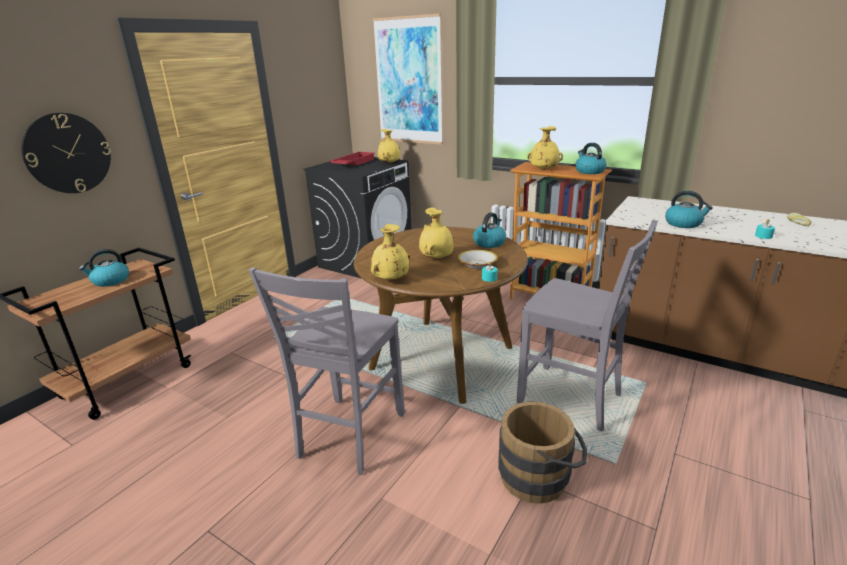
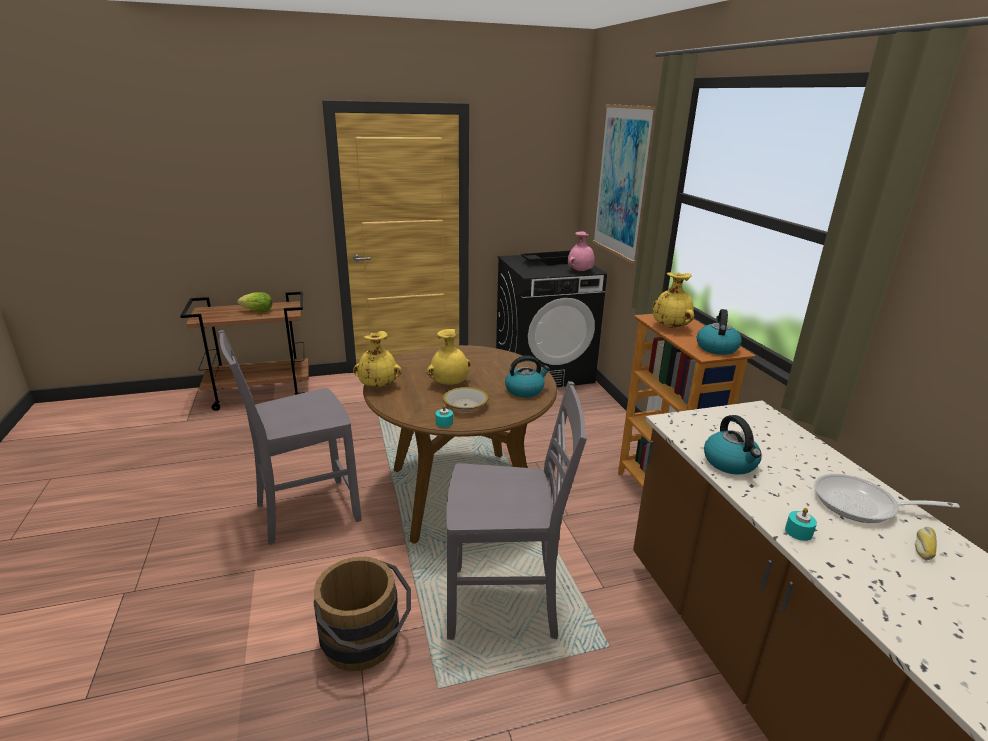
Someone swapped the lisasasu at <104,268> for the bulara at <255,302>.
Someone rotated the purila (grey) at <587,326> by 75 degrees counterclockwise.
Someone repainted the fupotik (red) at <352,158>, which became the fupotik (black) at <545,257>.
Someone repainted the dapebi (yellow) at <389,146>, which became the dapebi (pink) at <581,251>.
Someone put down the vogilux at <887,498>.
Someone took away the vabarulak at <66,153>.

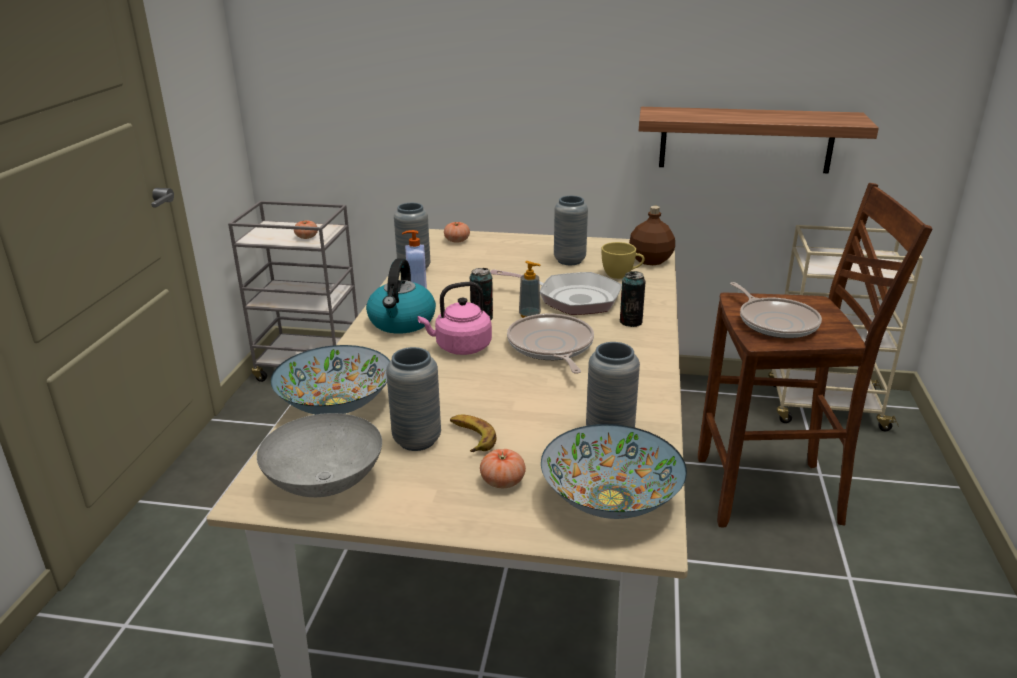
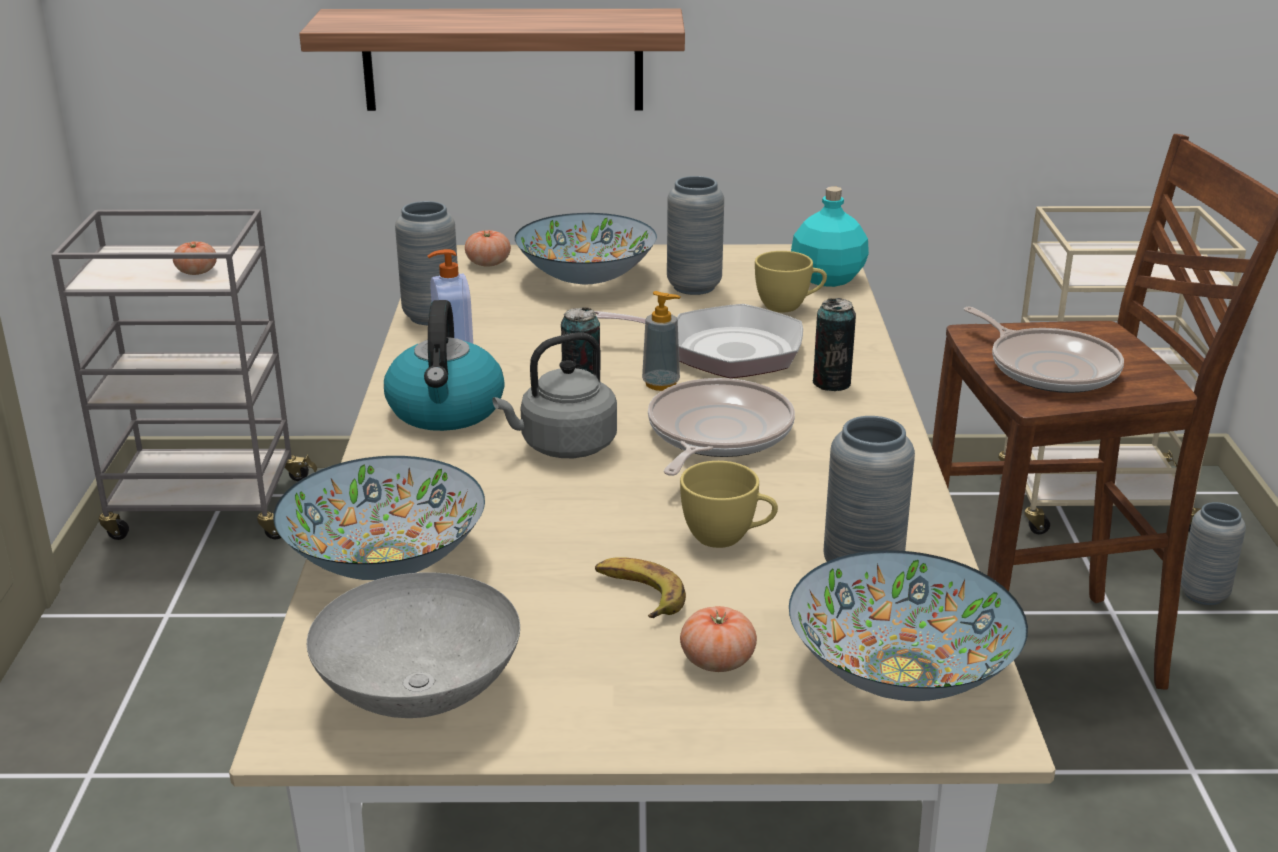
Someone carried the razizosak from <759,140> to <492,60>.
Someone repainted the lisasasu (pink) at <455,318>, which became the lisasasu (grey) at <554,395>.
Someone put down the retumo at <586,248>.
Someone rotated the vogilux at <550,343> by 45 degrees clockwise.
Someone put down the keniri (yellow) at <729,504>.
Someone repainted the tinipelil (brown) at <652,235>, which became the tinipelil (turquoise) at <830,236>.
Someone carried the dapebi (grey) from <413,399> to <1213,553>.

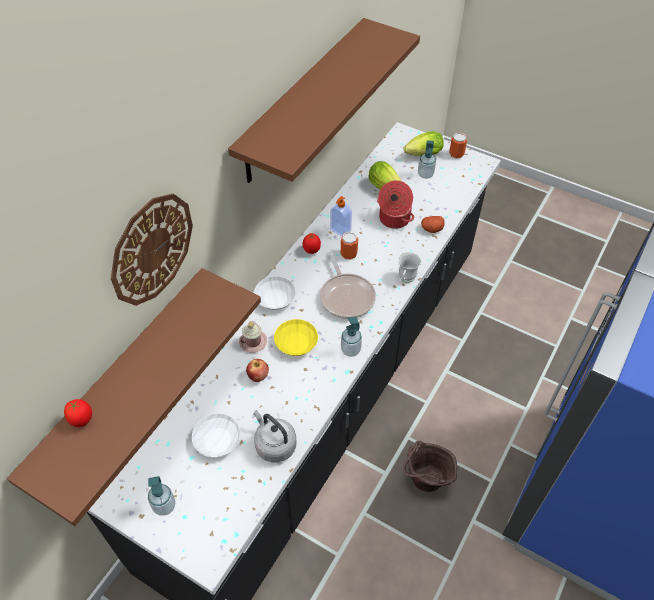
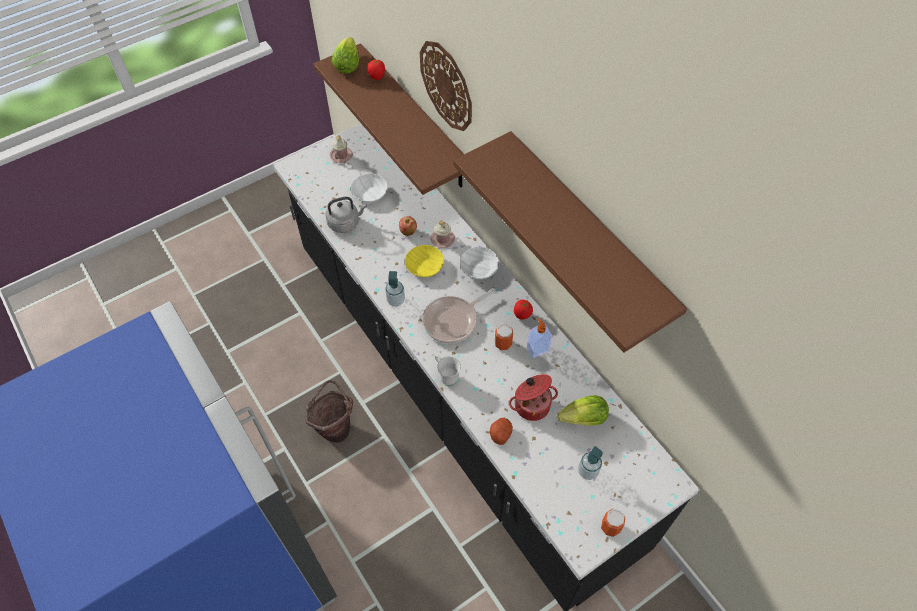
Someone swapped the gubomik at <162,496> for the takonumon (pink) at <341,149>.
Someone carried the bulara from <424,143> to <345,55>.
Someone rotated the vogilux at <348,285> by 45 degrees counterclockwise.

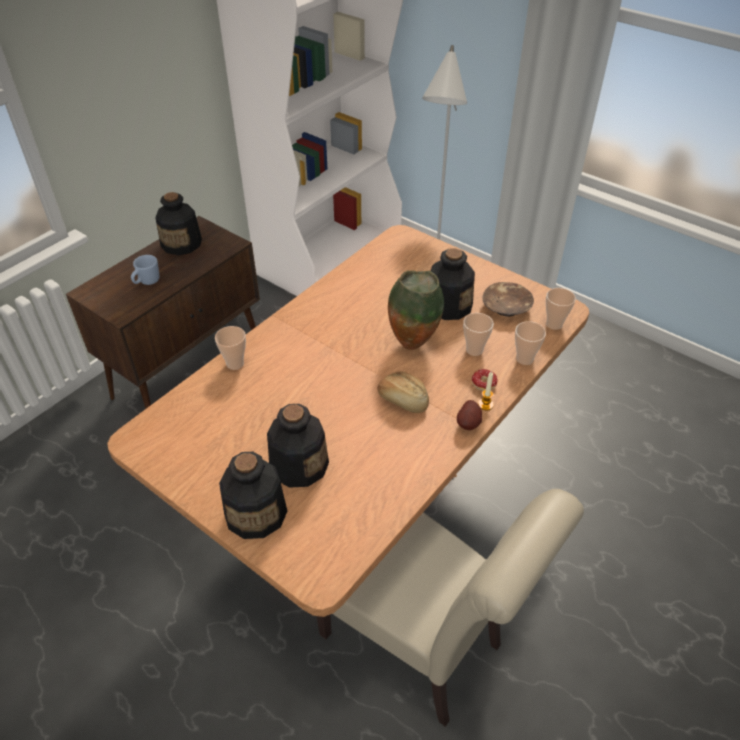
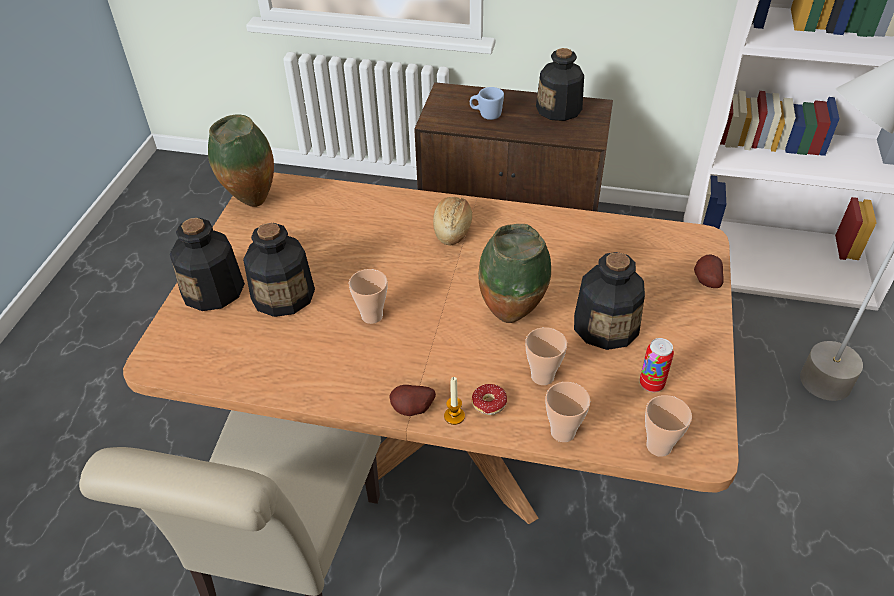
Someone put down the dapebi at <241,160>.
Someone carried the keniri from <230,348> to <368,296>.
Someone carried the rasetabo from <403,392> to <452,221>.
Someone swapped the retumo (brown) at <508,299> for the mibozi at <657,365>.
Someone put down the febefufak at <709,271>.

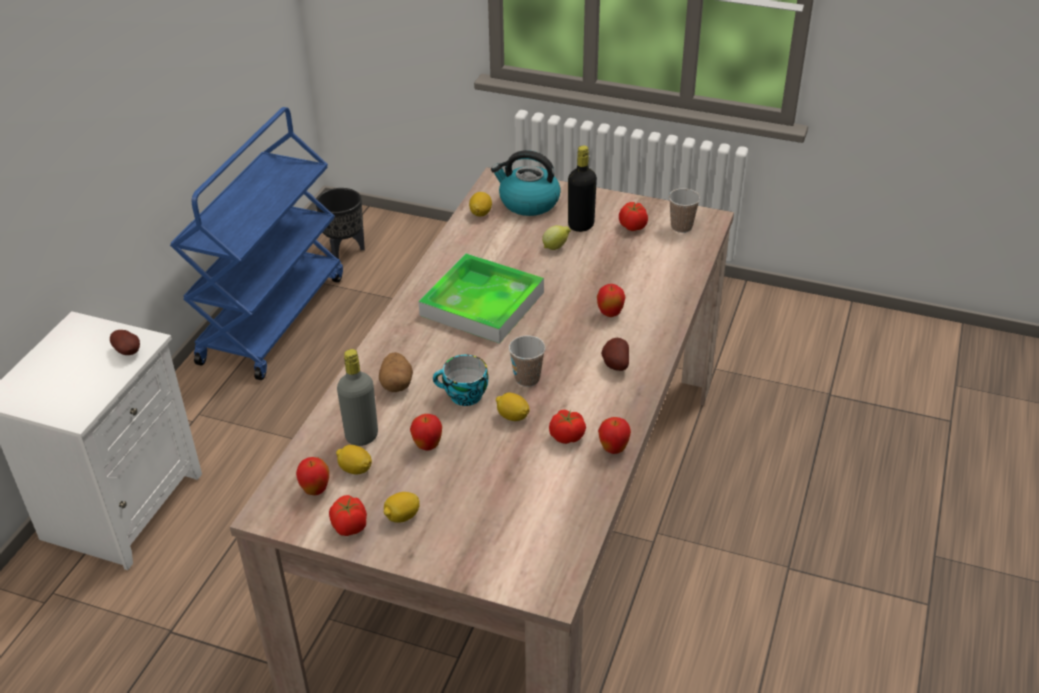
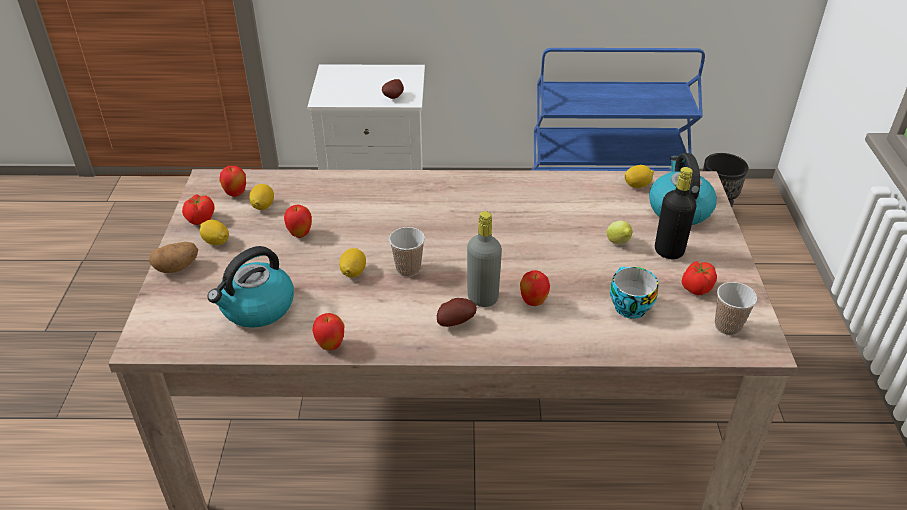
Someone carried the febefufak from <396,372> to <173,257>.
Someone put down the lisasasu at <250,287>.
Someone carried the tinipelil (grey) from <357,397> to <484,259>.
Someone carried the keniri from <460,380> to <634,293>.
Someone took away the fupotik at <481,298>.
Someone took away the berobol at <567,426>.

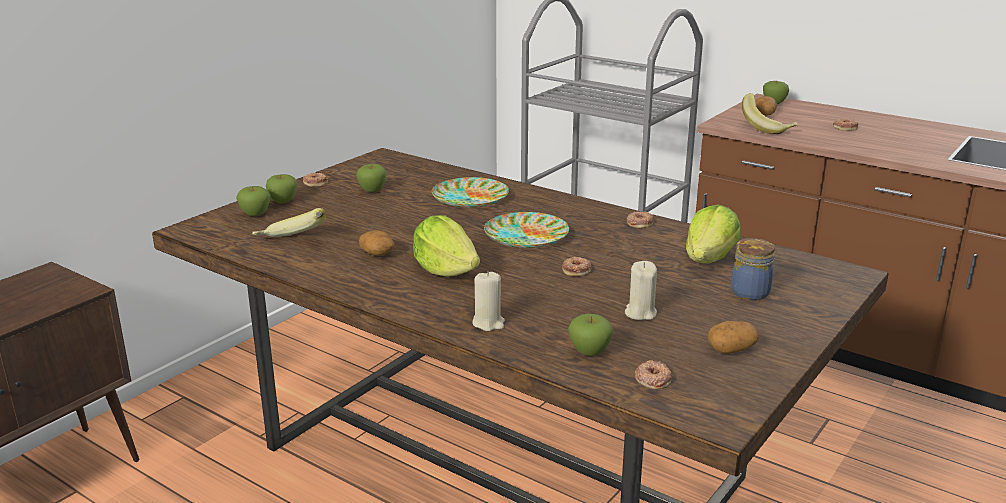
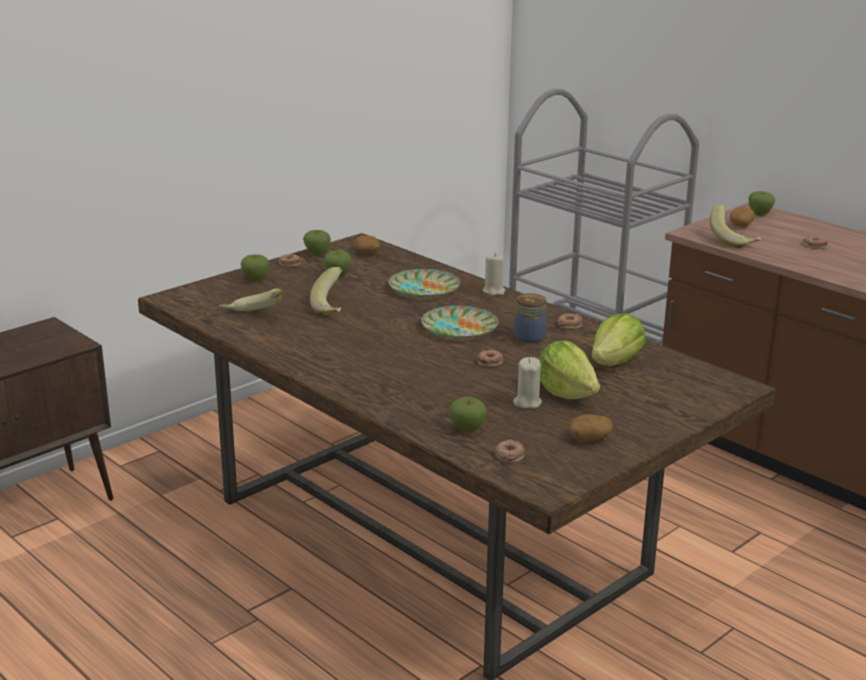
Someone carried the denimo from <253,201> to <317,242>.
Someone put down the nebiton at <326,291>.
Someone carried the febefufak from <376,243> to <367,244>.
Someone carried the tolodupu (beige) from <488,301> to <494,274>.
Someone carried the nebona from <753,269> to <530,318>.
Someone carried the bulara from <446,246> to <569,369>.

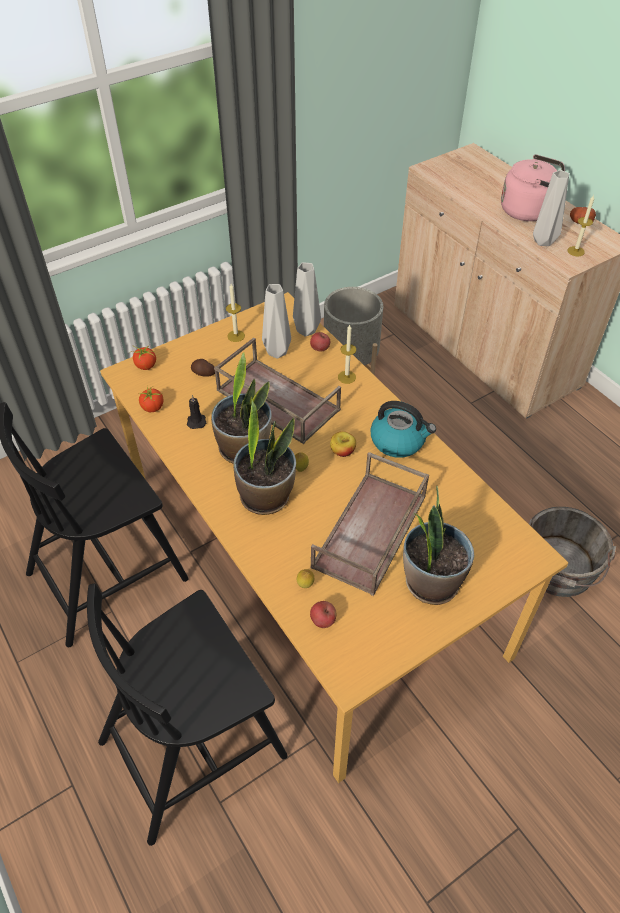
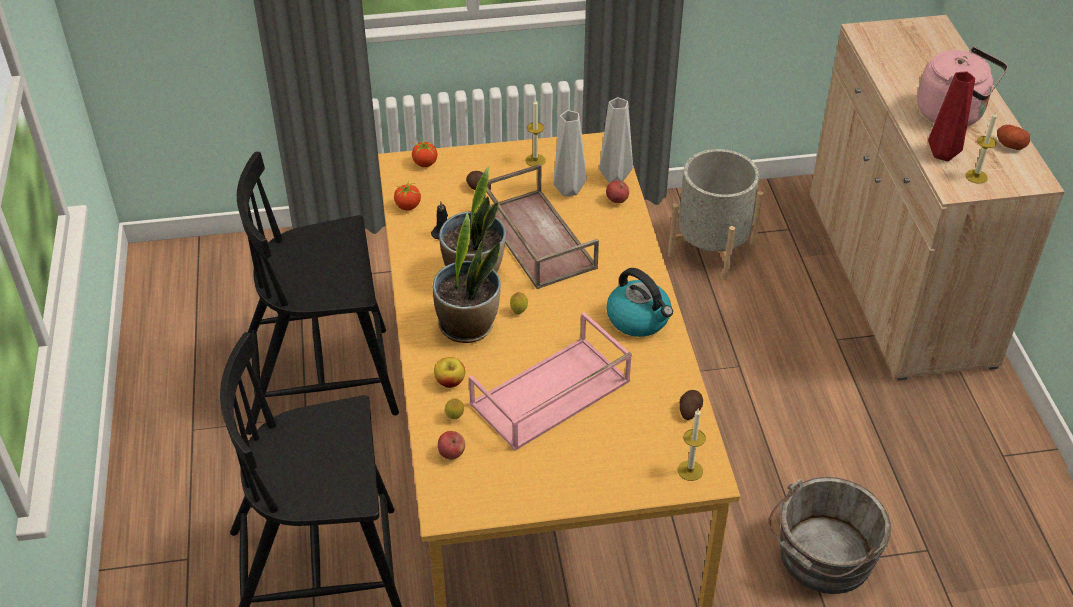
Someone carried the denimo from <343,444> to <449,372>.
Someone repainted the fupotik (brown) at <370,524>, which became the fupotik (pink) at <550,381>.
Someone carried the tolodupu from <347,354> to <692,444>.
Someone put down the febefufak at <691,405>.
Someone repainted the dapebi (grey) at <551,208>, which became the dapebi (red) at <951,116>.
Someone took away the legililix at <438,545>.

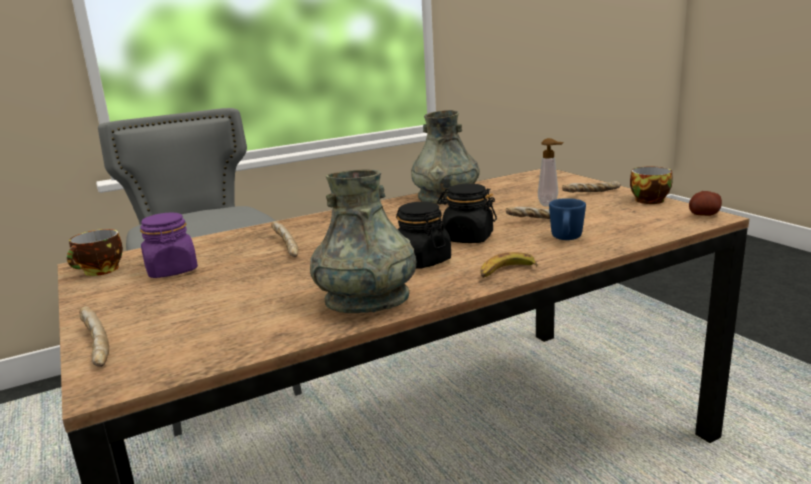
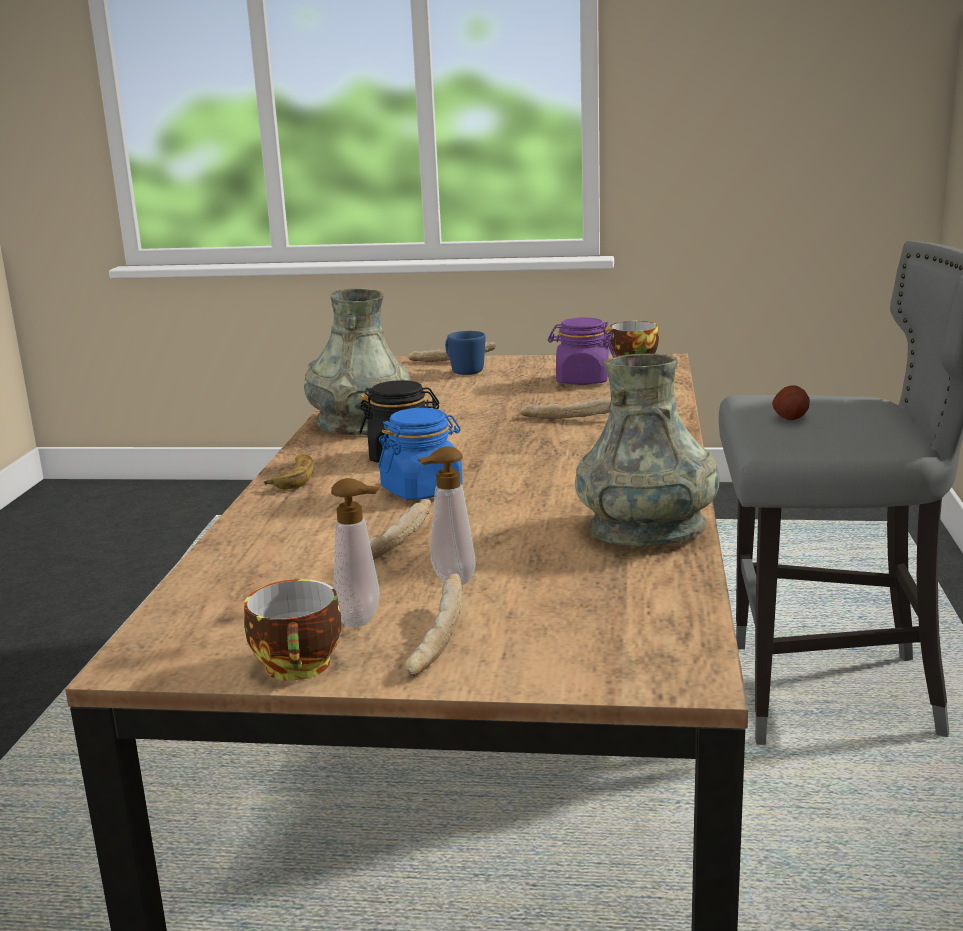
Someone put down the gubomik at <355,552>.
Someone repainted the nebona (black) at <467,213>, which became the nebona (blue) at <420,454>.
Someone carried the takonumon (blue) from <567,219> to <465,353>.
Someone carried the febefufak from <705,203> to <791,402>.

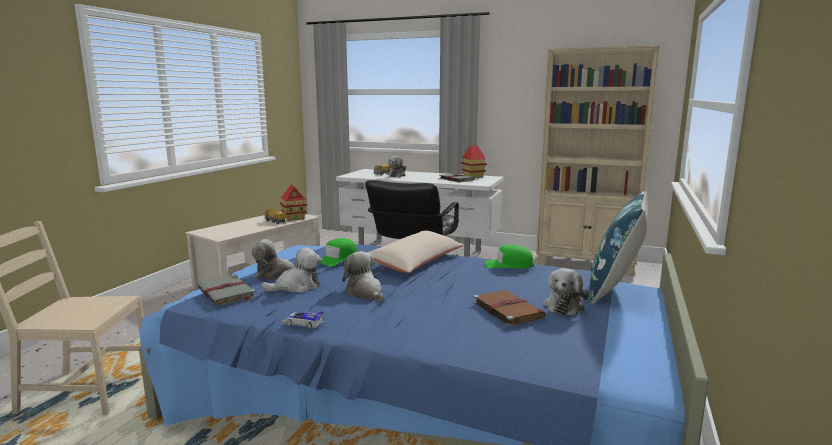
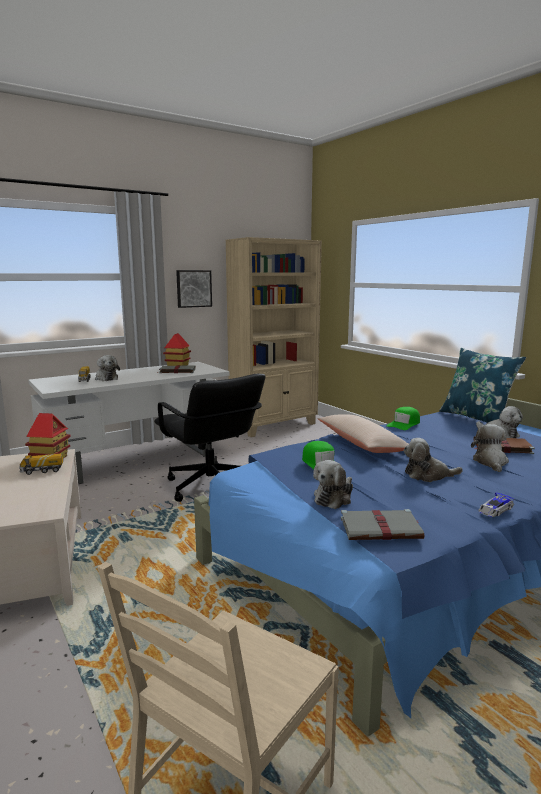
Someone put up the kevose at <194,289>.
Someone carried the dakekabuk from <291,270> to <490,448>.

